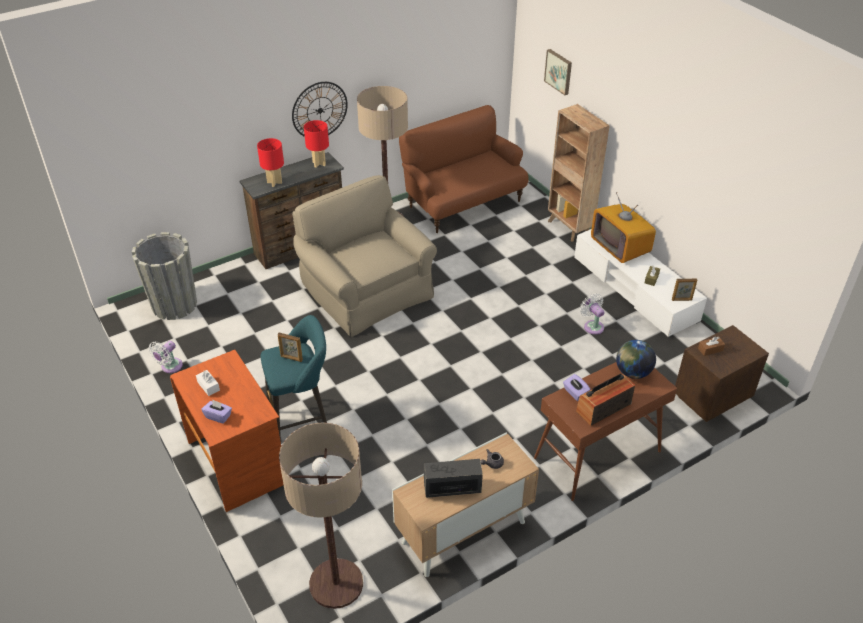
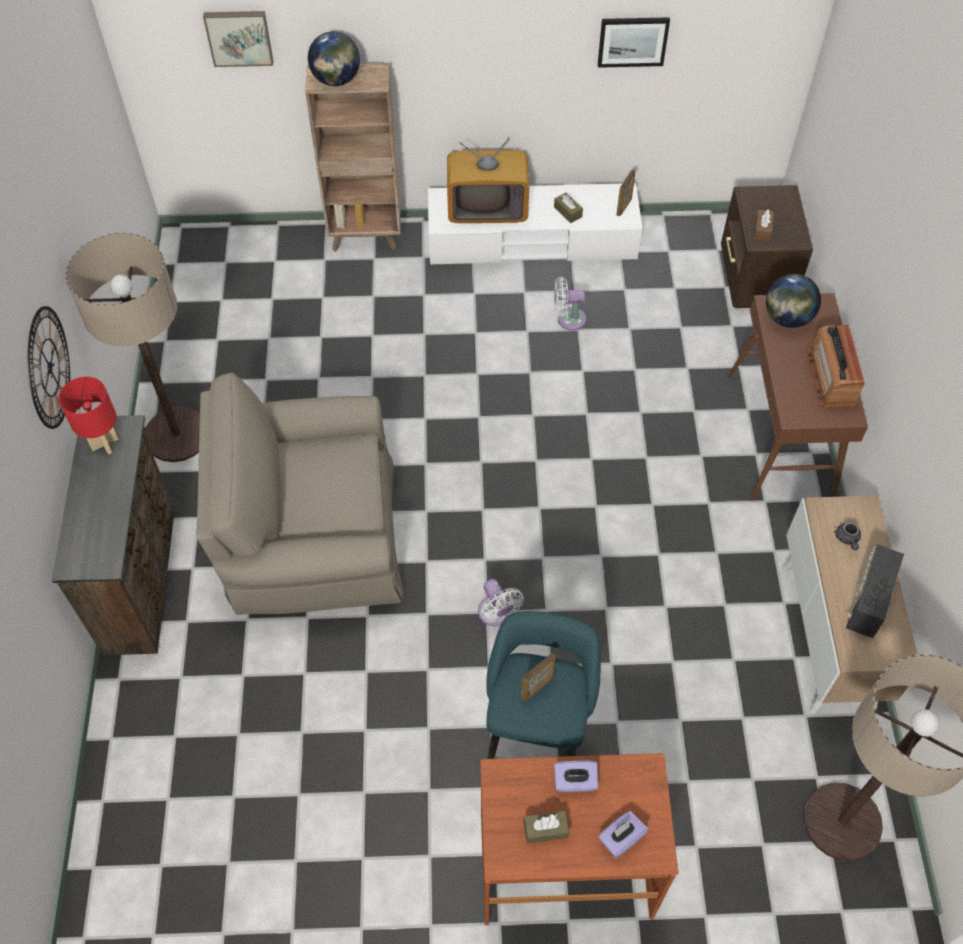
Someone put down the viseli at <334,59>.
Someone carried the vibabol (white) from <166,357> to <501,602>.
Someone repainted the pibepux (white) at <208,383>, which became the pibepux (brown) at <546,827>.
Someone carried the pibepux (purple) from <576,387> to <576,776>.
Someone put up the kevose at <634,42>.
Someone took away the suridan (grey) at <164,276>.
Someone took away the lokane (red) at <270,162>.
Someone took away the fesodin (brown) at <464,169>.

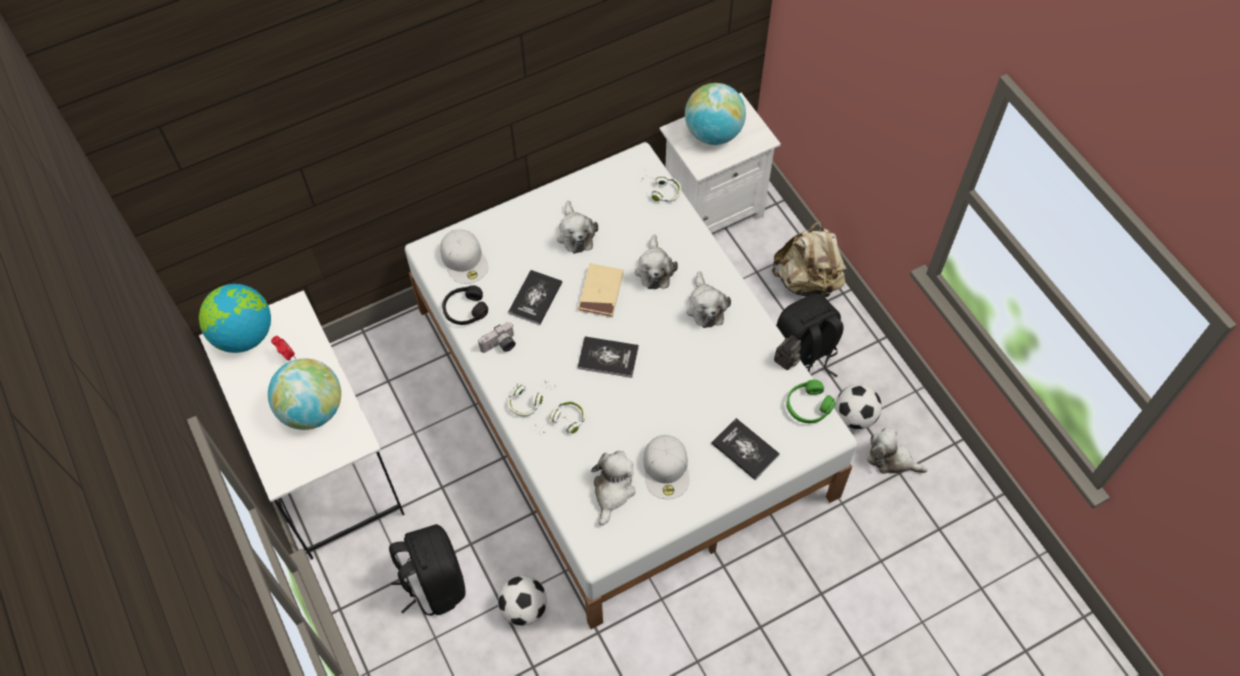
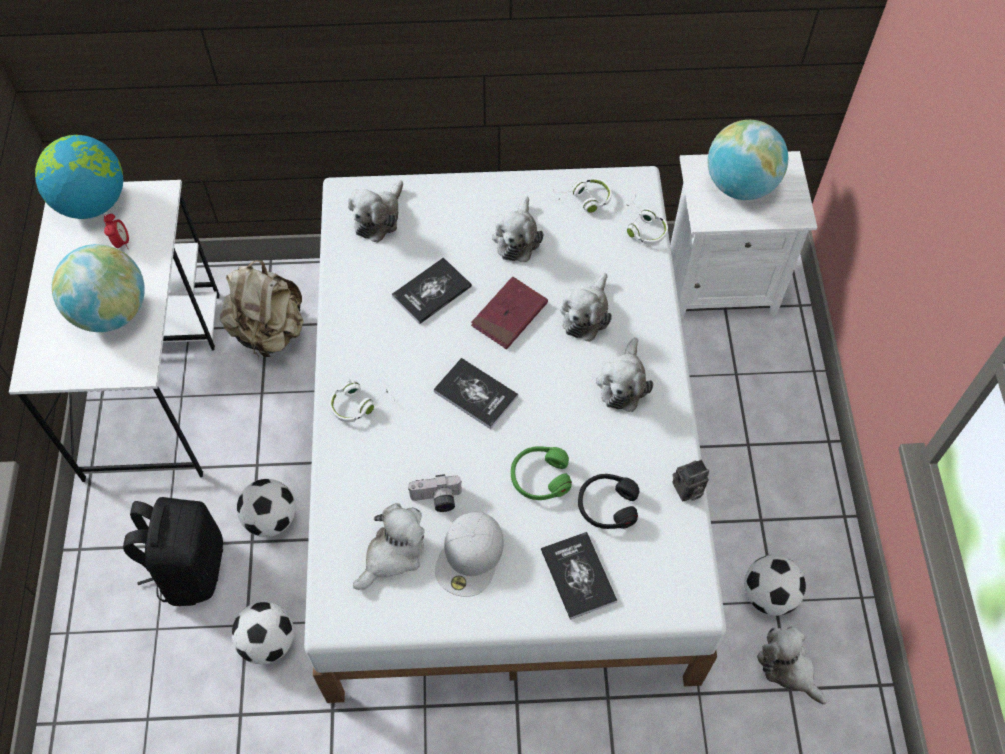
Someone carried the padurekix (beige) from <809,259> to <261,309>.
Someone put down the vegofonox at <266,508>.
Someone swapped the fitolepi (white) at <464,256> for the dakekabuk at <375,211>.
Someone carried the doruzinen from <497,337> to <435,493>.
Someone repainted the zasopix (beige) at <601,290>, which became the zasopix (red) at <509,313>.
Someone carried the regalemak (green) from <811,401> to <541,473>.
Someone carried the regalemak (white) from <560,417> to <582,195>.
Someone carried the regalemak (black) from <465,305> to <608,501>.
Someone took away the padurekix (black) at <810,335>.

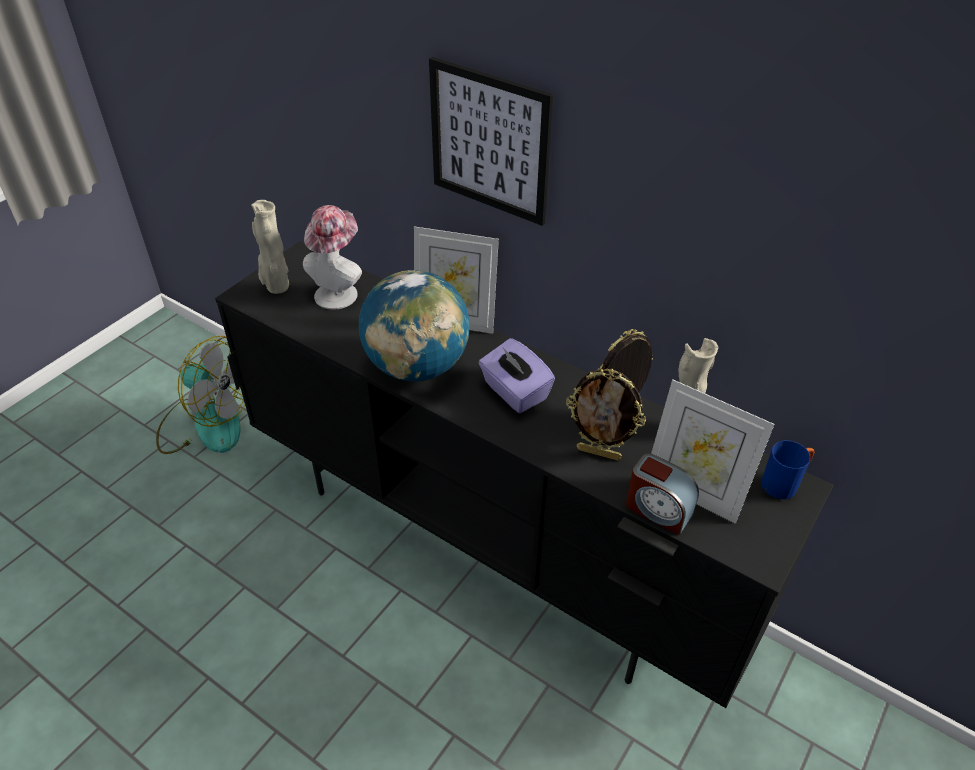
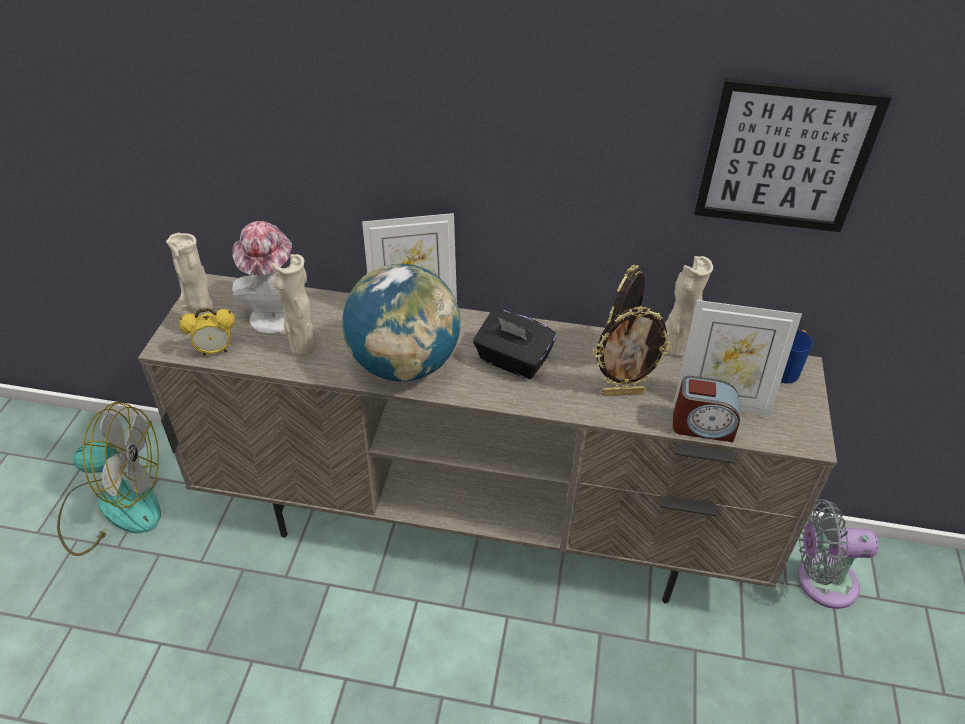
Someone repainted the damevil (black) at <524,474>, which became the damevil (beige) at <487,439>.
Someone put down the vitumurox at <207,332>.
Someone put down the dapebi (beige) at <294,305>.
Someone repainted the pibepux (purple) at <517,375>, which became the pibepux (black) at <514,344>.
Someone carried the kevose from <491,141> to <793,155>.
Someone put down the vibabol (grey) at <838,554>.

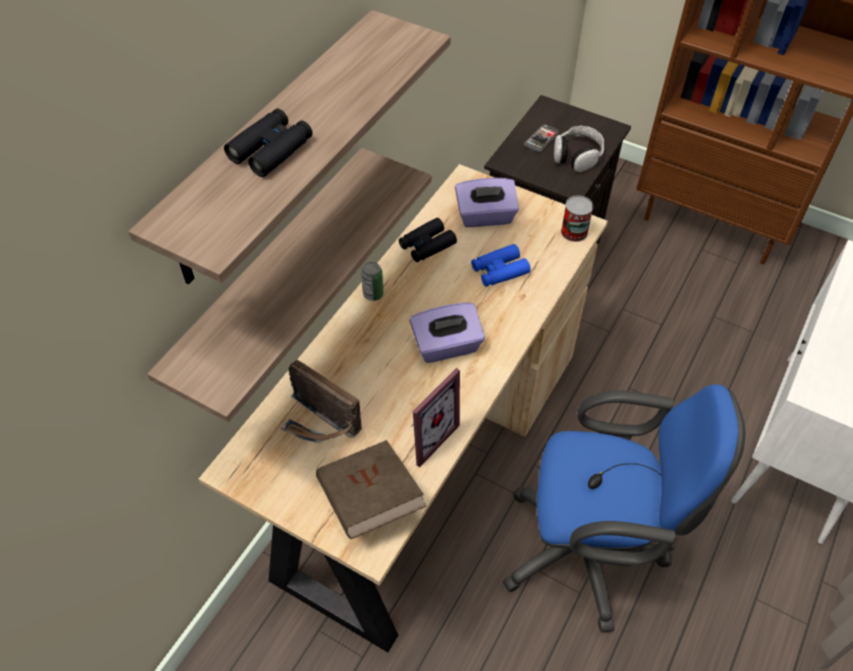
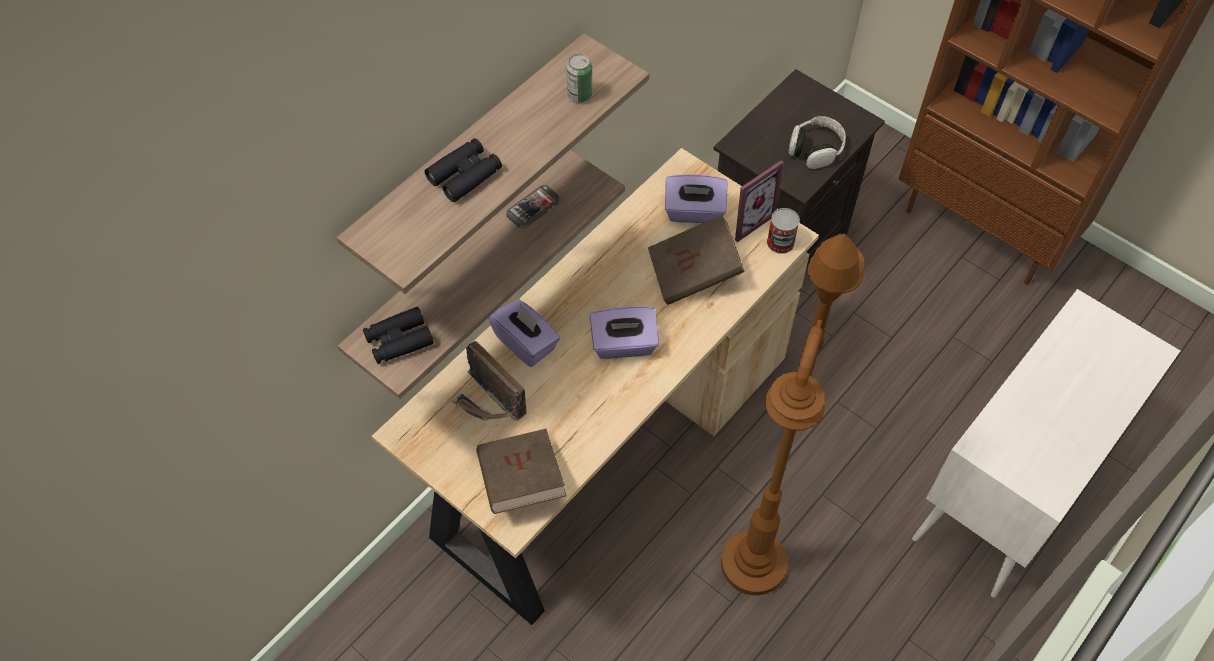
Someone carried the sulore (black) from <428,240> to <398,335>.
Someone put down the pibepux (purple) at <524,333>.
Someone carried the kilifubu from <541,138> to <533,206>.
Someone carried the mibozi from <372,281> to <579,78>.
Someone swapped the sulore (blue) at <501,265> for the zasopix (brown) at <696,259>.
Someone swapped the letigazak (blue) at <624,508> for the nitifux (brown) at <792,414>.
Someone carried the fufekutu from <436,417> to <759,201>.

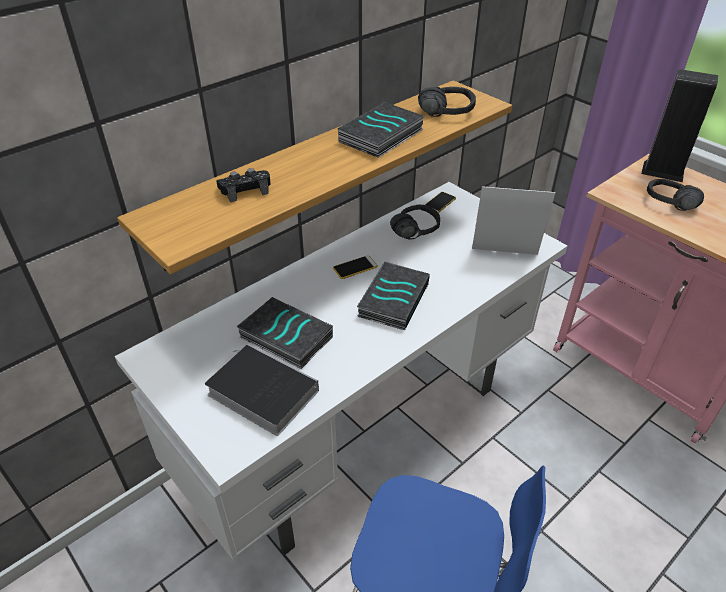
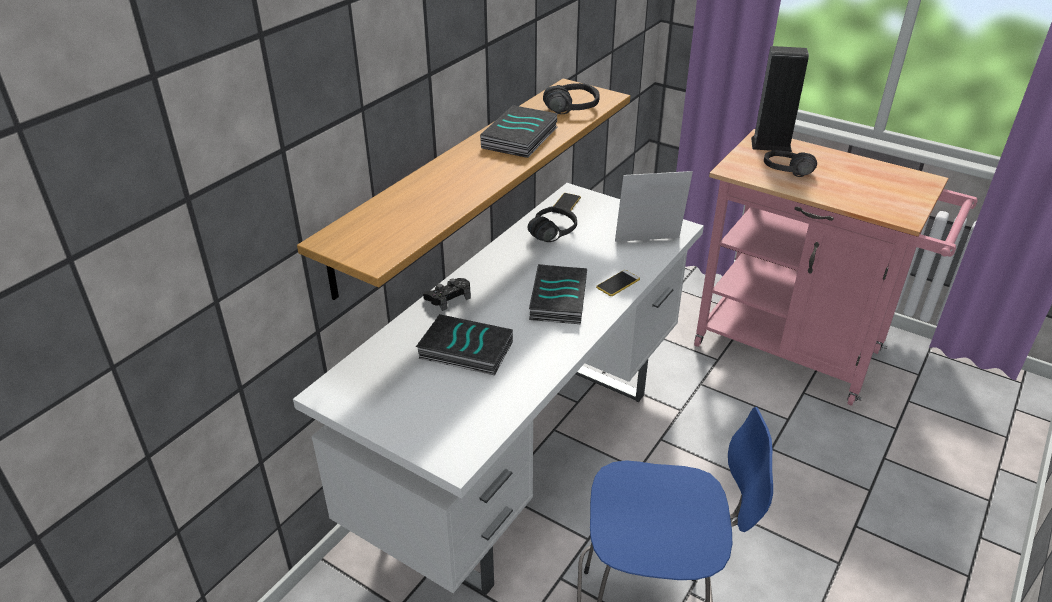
Someone carried the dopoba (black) from <243,185> to <447,294>.
Someone carried the kilifubu from <355,267> to <618,283>.
Someone took away the zasopix at <262,390>.

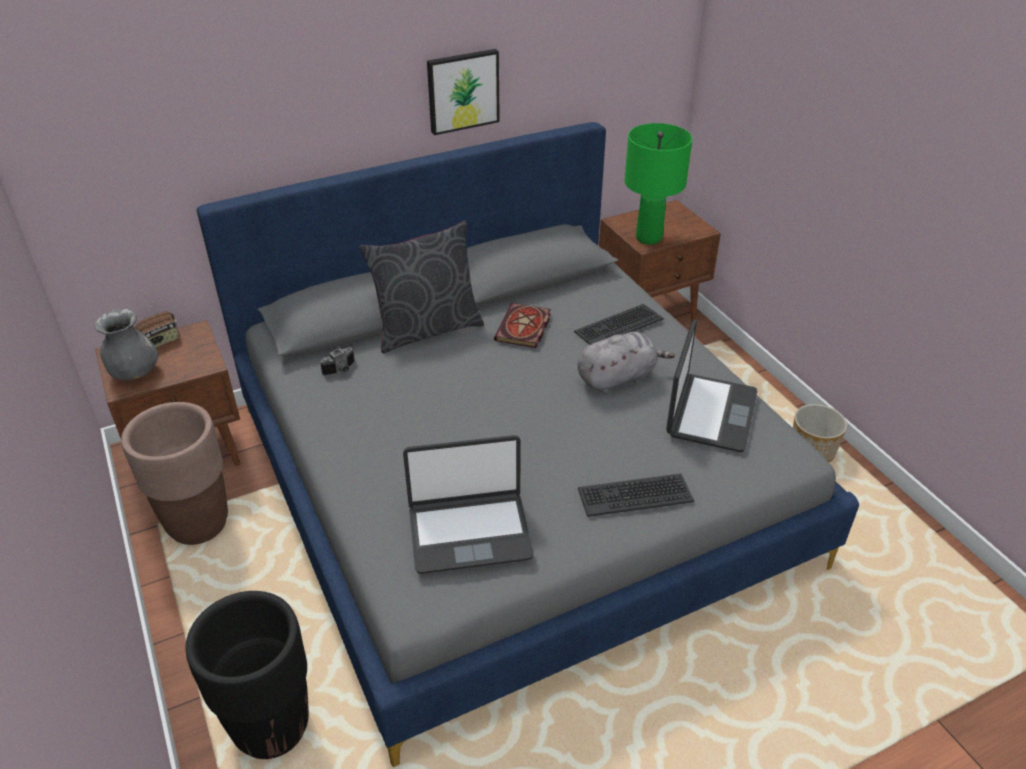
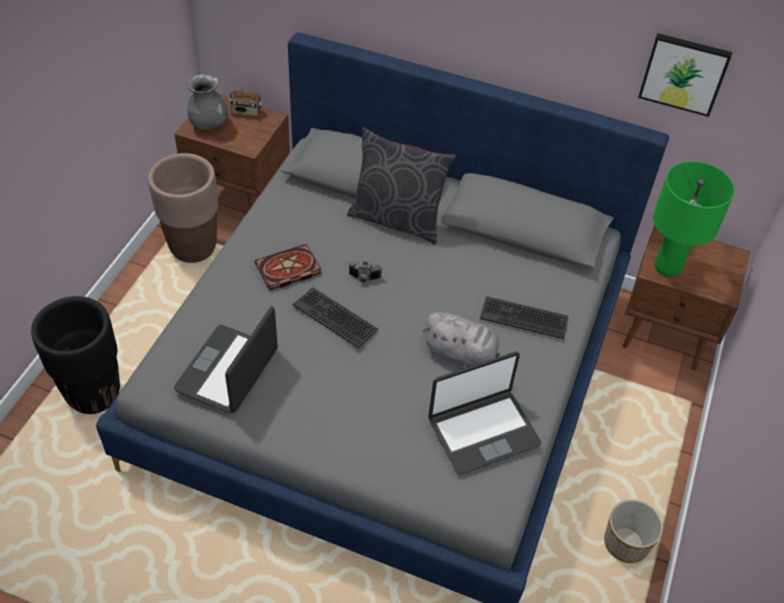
Someone rotated the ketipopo at <468,504> by 75 degrees clockwise.
Someone carried the zasopix from <522,325> to <288,267>.
Someone carried the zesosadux from <636,495> to <335,317>.
Someone carried the doruzinen from <337,361> to <365,271>.
Someone carried the kevose from <463,92> to <685,75>.

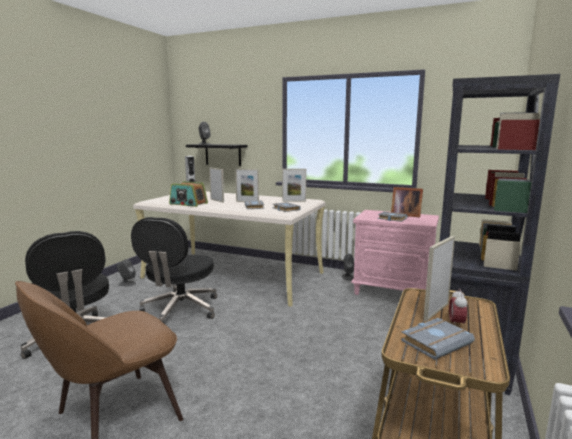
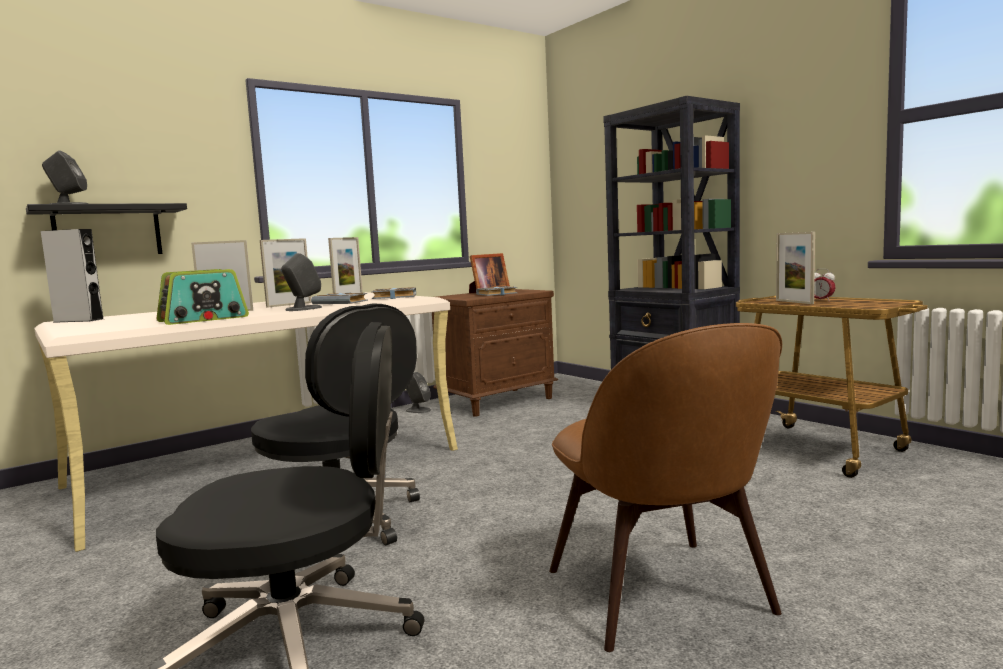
Someone carried the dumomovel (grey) from <126,272> to <301,282>.
Someone repainted the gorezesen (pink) at <395,252>, which became the gorezesen (brown) at <495,353>.
Someone took away the zasopix (grey) at <438,339>.

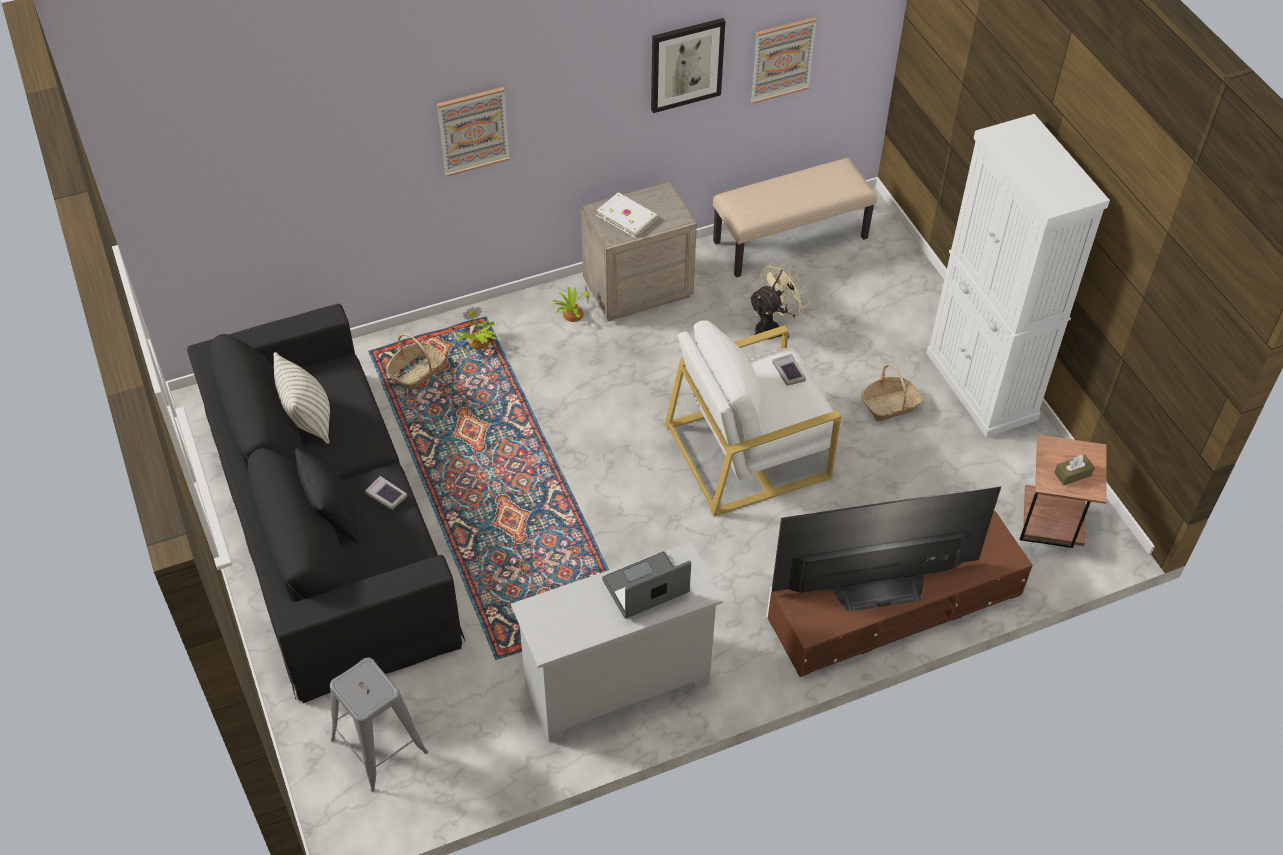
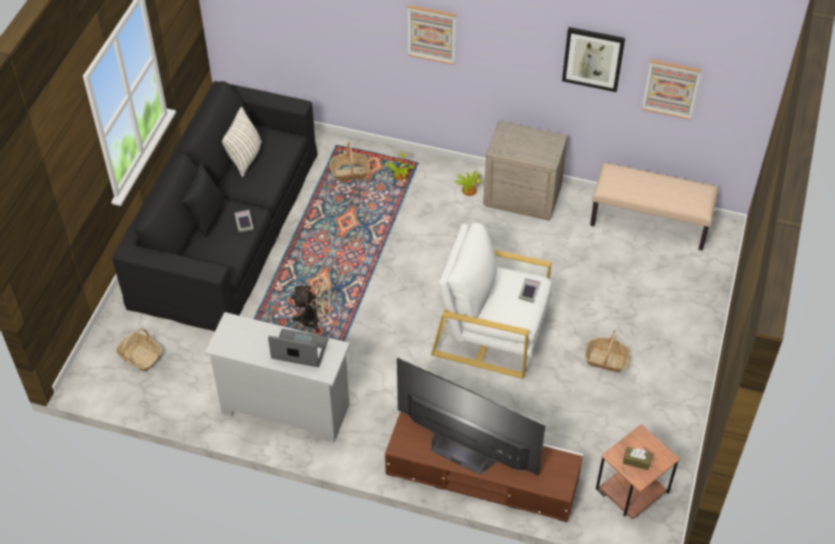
Someone swapped the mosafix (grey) at <379,725> for the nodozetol at <139,350>.
Someone carried the vibabol (beige) from <779,300> to <311,302>.
Someone took away the zasopix (white) at <627,214>.
Someone took away the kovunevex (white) at <1018,276>.

